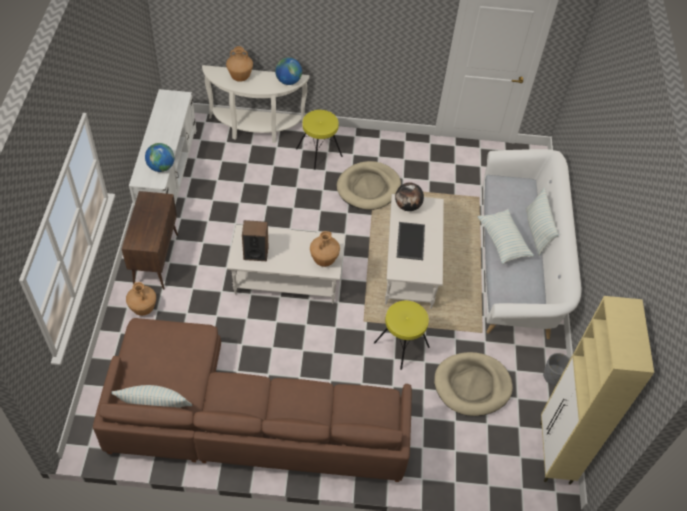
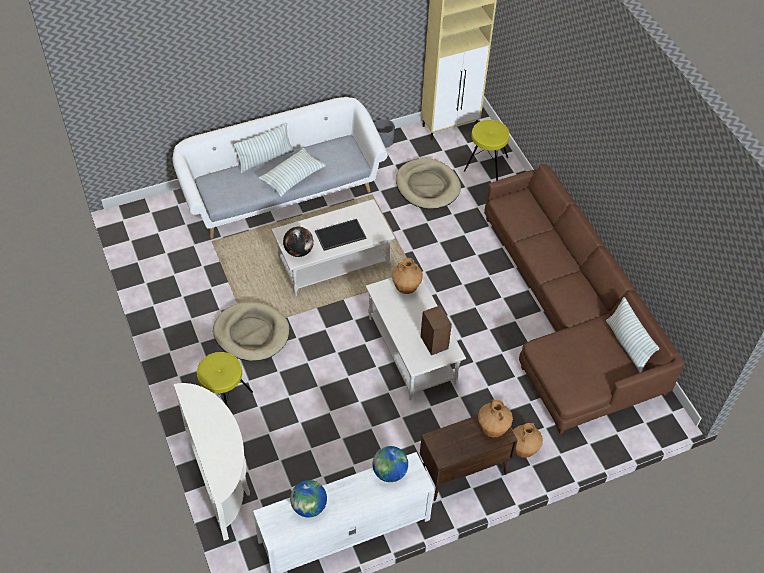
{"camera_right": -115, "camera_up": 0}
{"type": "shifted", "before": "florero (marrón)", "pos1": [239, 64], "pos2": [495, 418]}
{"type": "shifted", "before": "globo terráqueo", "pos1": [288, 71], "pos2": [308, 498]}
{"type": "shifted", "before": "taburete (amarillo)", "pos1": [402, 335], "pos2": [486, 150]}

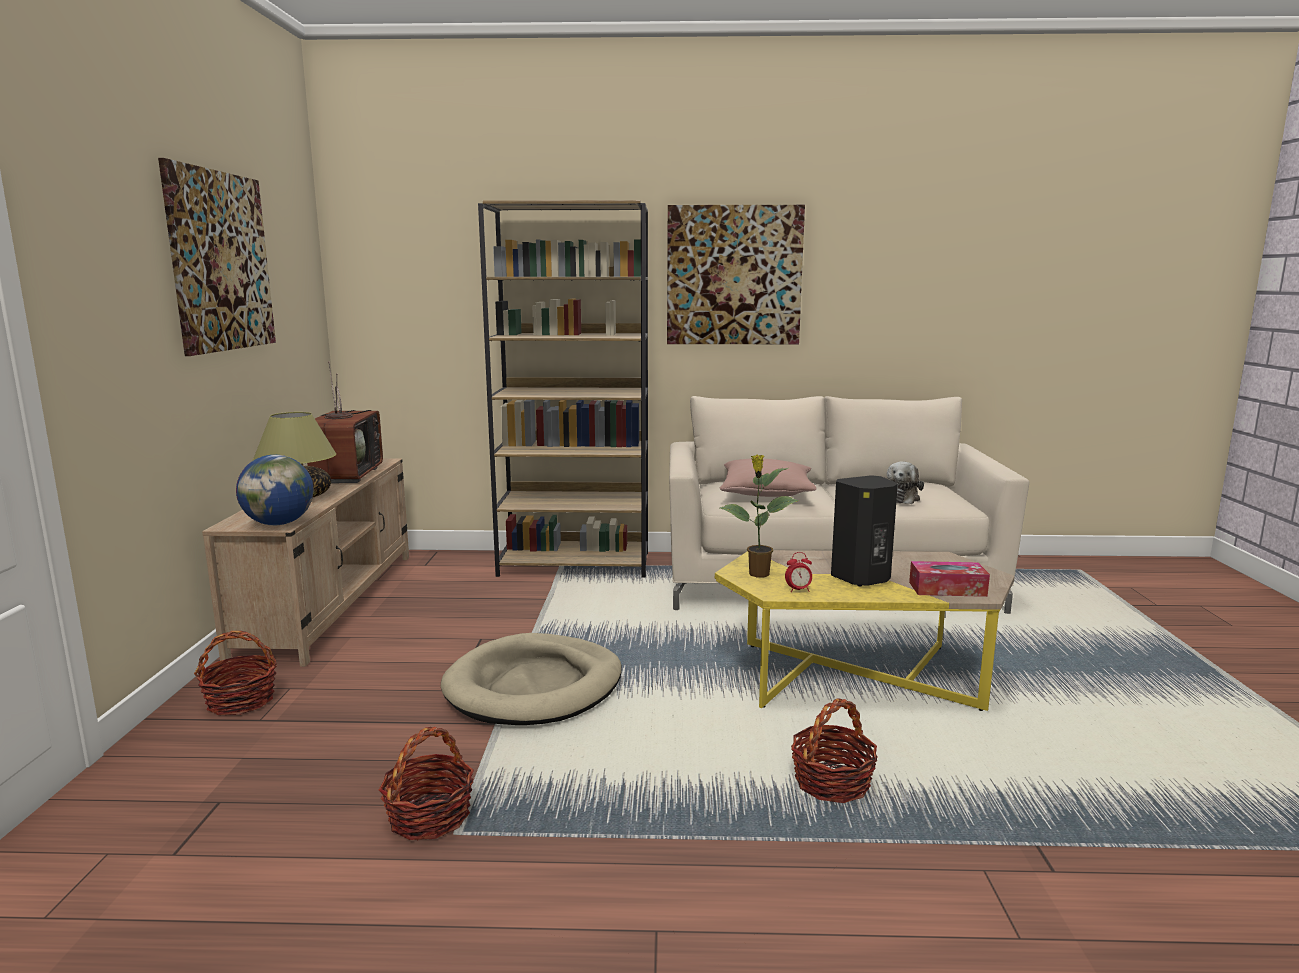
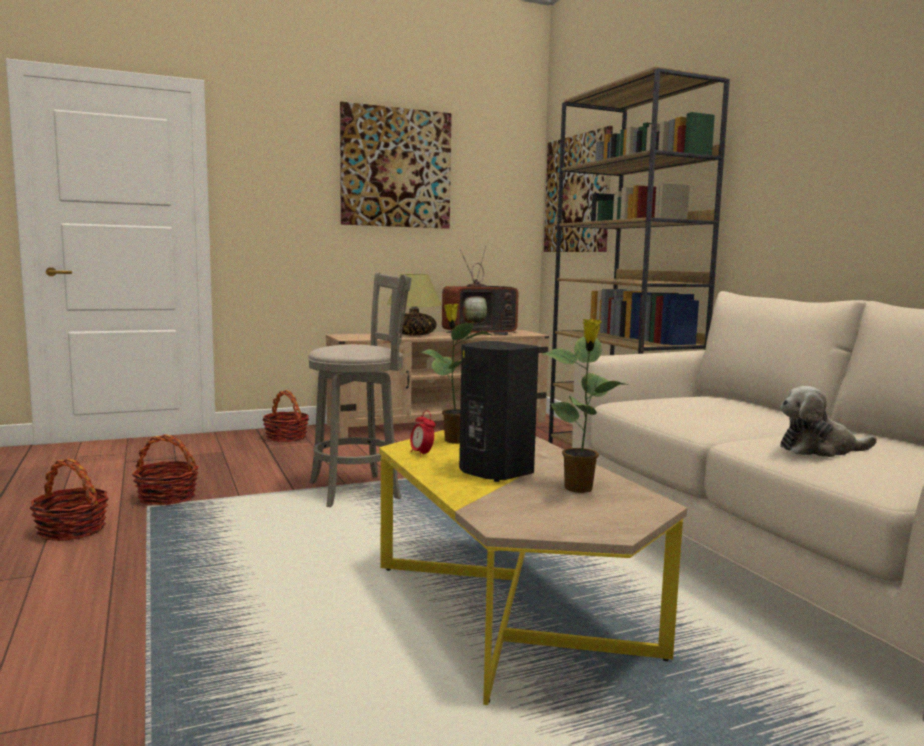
{"camera_right": 65, "camera_up": -5}
{"type": "shifted", "before": "cuadro", "pos1": [736, 274], "pos2": [578, 189]}
{"type": "gone", "before": "globo terráqueo", "pos1": [274, 490]}
{"type": "gone", "before": "cojín (rosa)", "pos1": [768, 477]}
{"type": "gone", "before": "caja de pañuelos", "pos1": [949, 579]}
{"type": "swapped", "before": "cama para perro (beis)", "after": "taburete (gris)", "pos1": [531, 679], "pos2": [360, 389]}
{"type": "shifted", "before": "cesta", "pos1": [834, 751], "pos2": [69, 499]}
{"type": "new", "after": "planta en maceta", "pos2": [586, 405]}

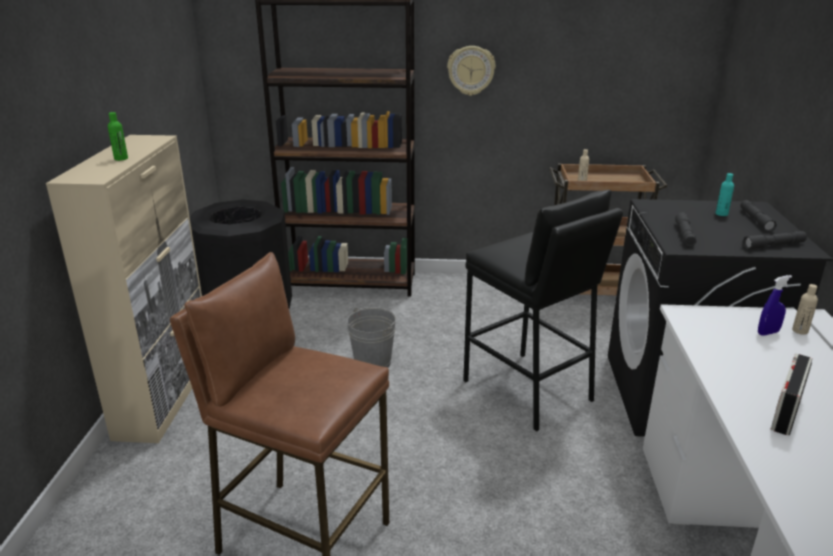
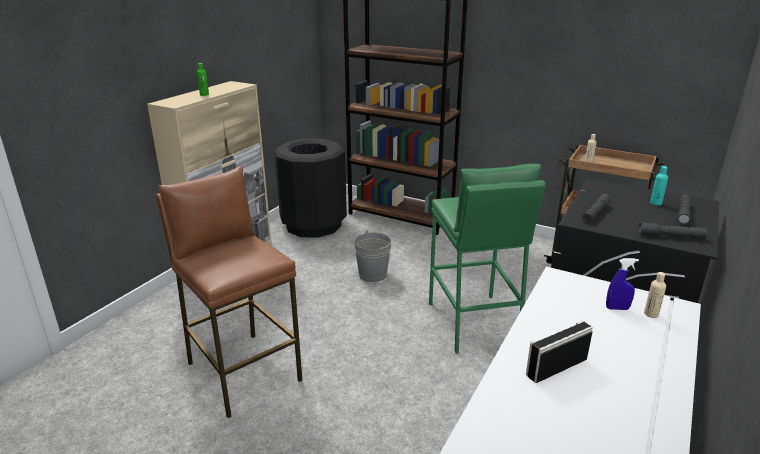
{"camera_right": 25, "camera_up": 0}
{"type": "gone", "before": "reloj de pared", "pos1": [471, 71]}
{"type": "repainted", "before": "taburete (negro)", "after": "taburete (verde)", "pos1": [543, 311], "pos2": [487, 259]}

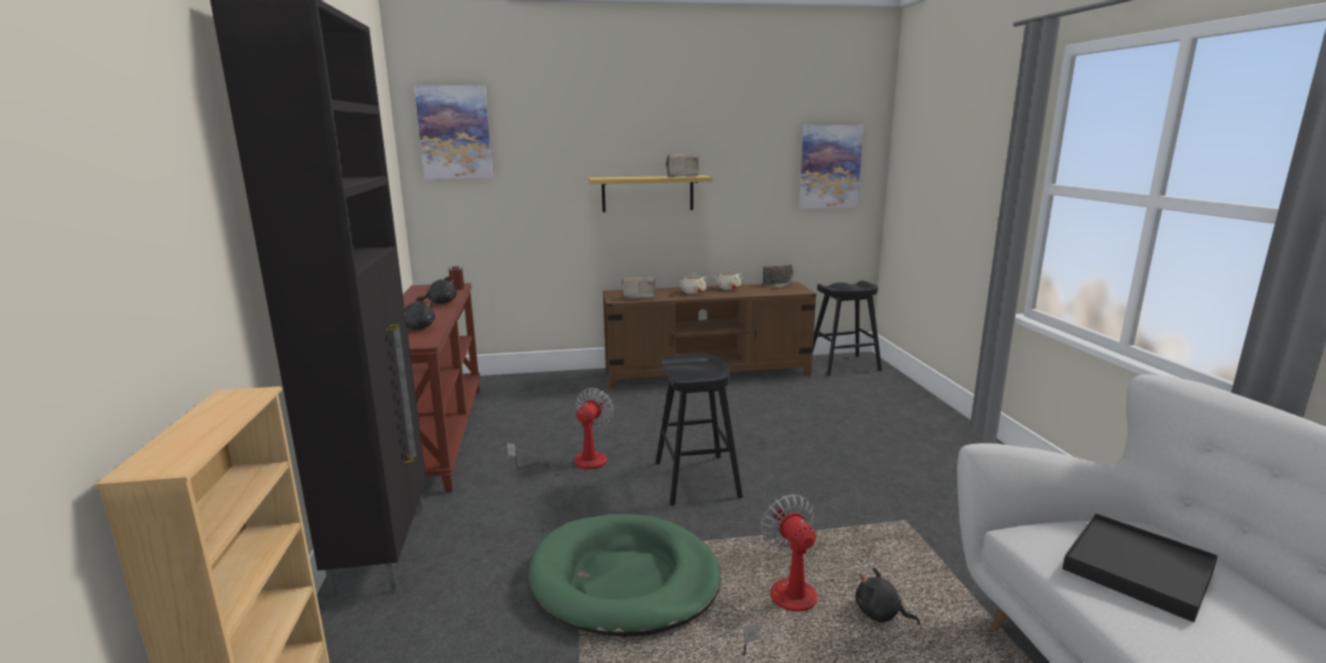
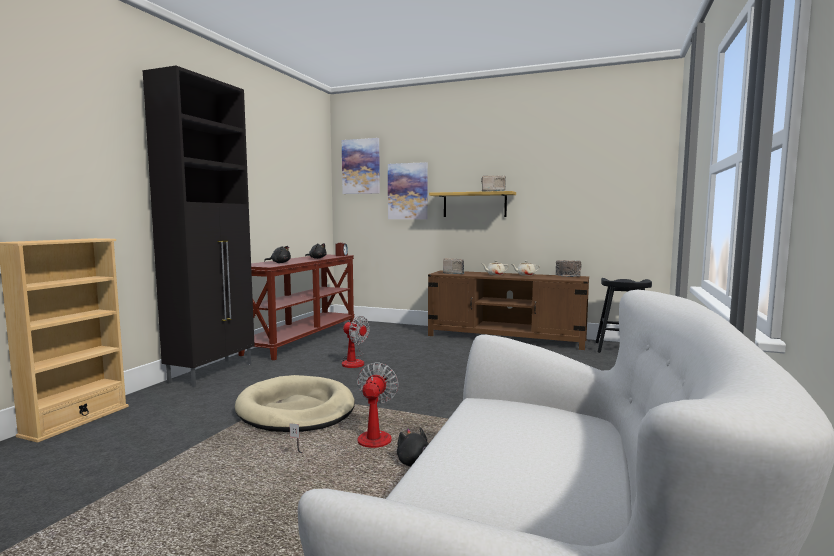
{"camera_right": 30, "camera_up": -10}
{"type": "shifted", "before": "cuadro", "pos1": [831, 167], "pos2": [408, 190]}
{"type": "gone", "before": "taburete (negro)", "pos1": [699, 429]}
{"type": "rotated", "before": "ventilador", "pos1": [560, 431], "pos2": [355, 342], "turn": 75}
{"type": "gone", "before": "bandeja (negro)", "pos1": [1140, 567]}
{"type": "repainted", "before": "cama para perro (verde)", "after": "cama para perro (beis)", "pos1": [625, 575], "pos2": [295, 403]}

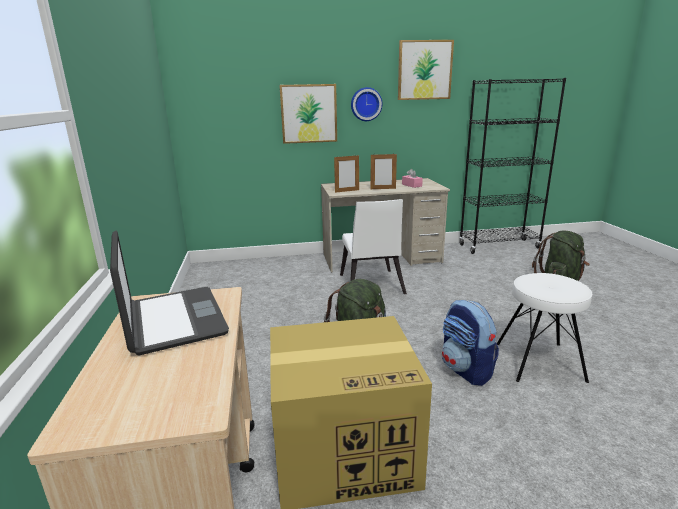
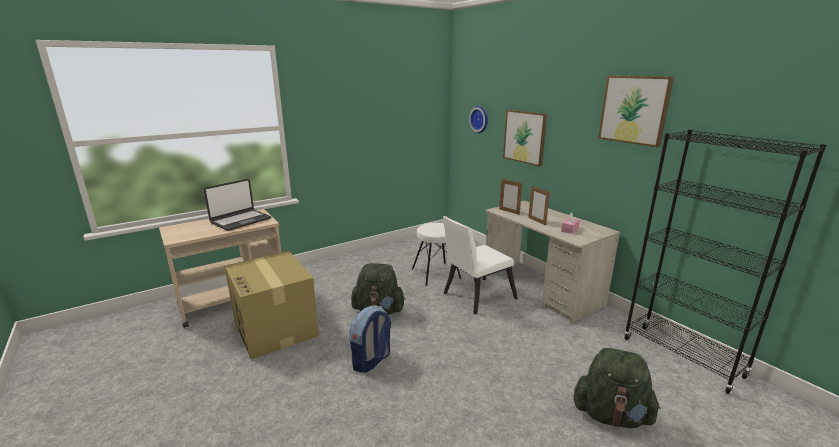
{"camera_right": 65, "camera_up": 0}
{"type": "shifted", "before": "reloj de pared", "pos1": [366, 104], "pos2": [478, 119]}
{"type": "shifted", "before": "taburete (blanco)", "pos1": [545, 328], "pos2": [437, 254]}

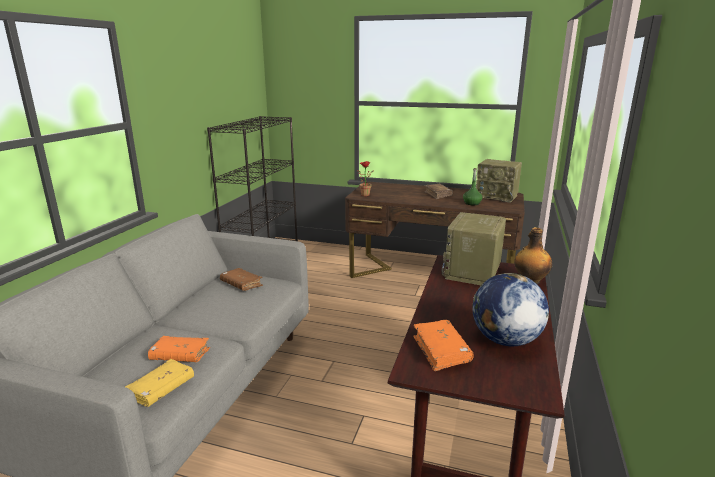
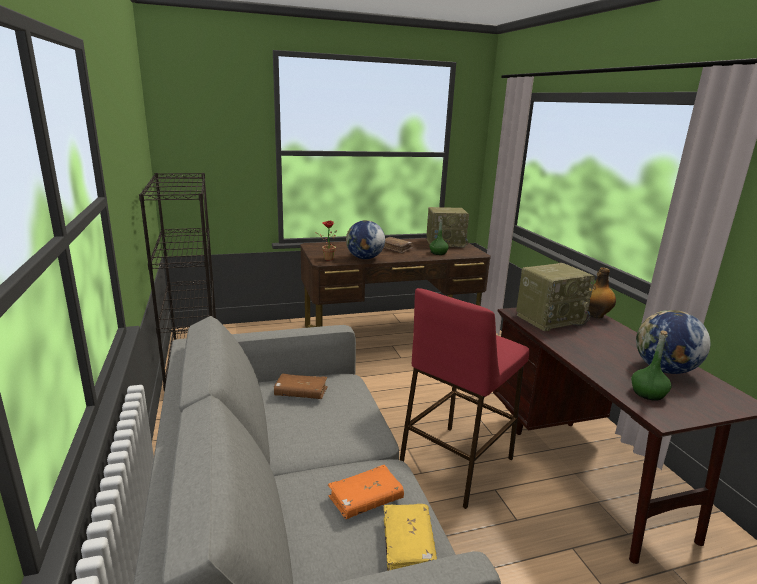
{"camera_right": -35, "camera_up": 0}
{"type": "rotated", "before": "radio", "pos1": [473, 248], "pos2": [555, 297], "turn": -105}
{"type": "swapped", "before": "libro (naranja)", "after": "botella (verde)", "pos1": [443, 345], "pos2": [651, 366]}
{"type": "new", "after": "globo terráqueo", "pos2": [365, 239]}
{"type": "new", "after": "taburete (rojo)", "pos2": [465, 398]}

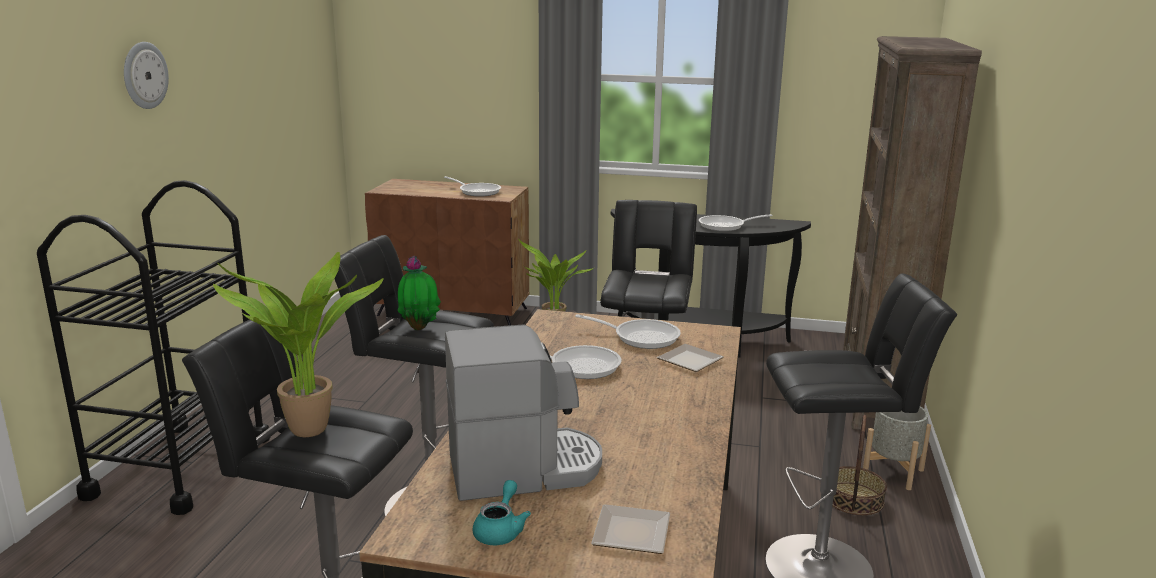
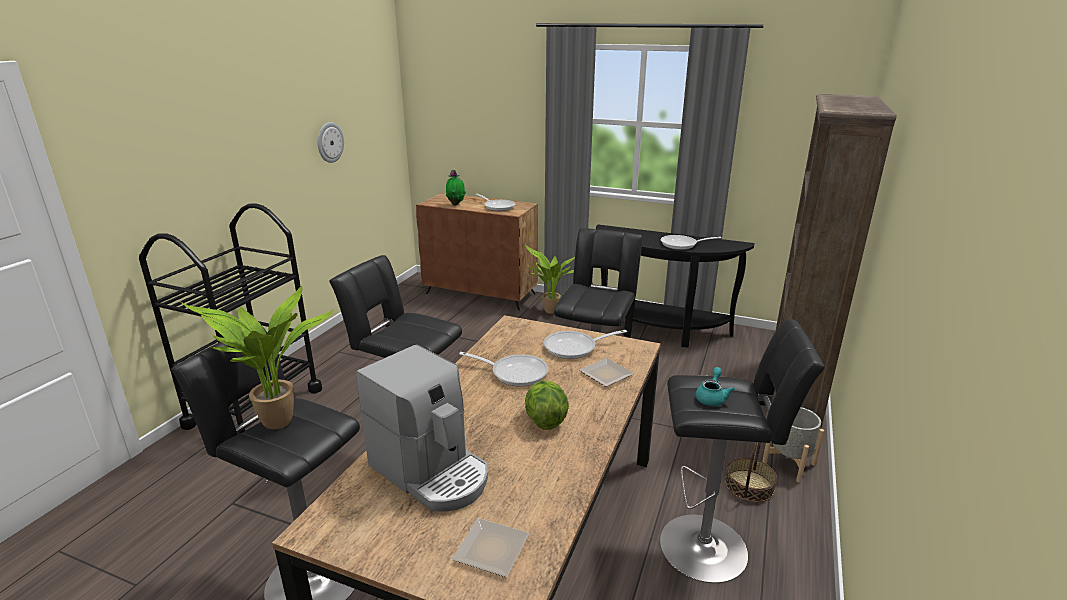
{"camera_right": 10, "camera_up": 5}
{"type": "shifted", "before": "reloj de pared", "pos1": [146, 75], "pos2": [331, 142]}
{"type": "shifted", "before": "planta en maceta", "pos1": [419, 293], "pos2": [456, 188]}
{"type": "rotated", "before": "sartén", "pos1": [628, 331], "pos2": [585, 344], "turn": 135}
{"type": "rotated", "before": "cafetera", "pos1": [523, 412], "pos2": [422, 428], "turn": 45}
{"type": "shifted", "before": "tetera (turquesa)", "pos1": [502, 512], "pos2": [715, 386]}
{"type": "new", "after": "lechuga", "pos2": [547, 405]}

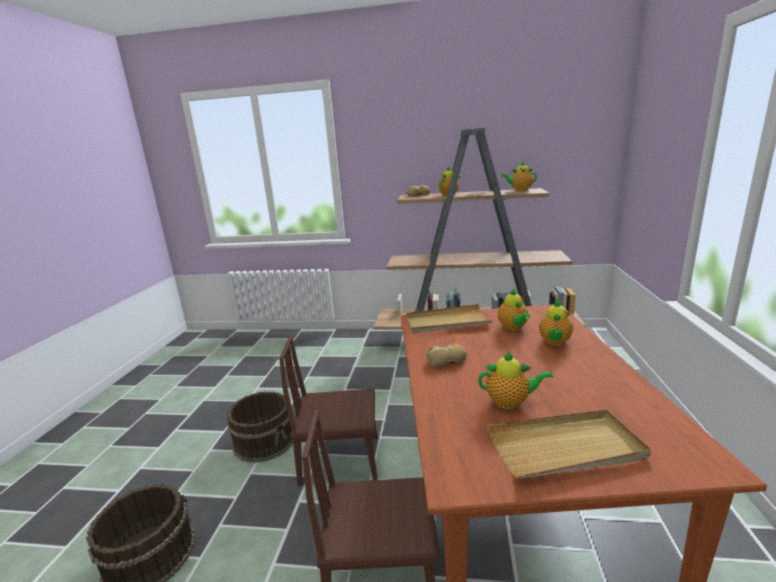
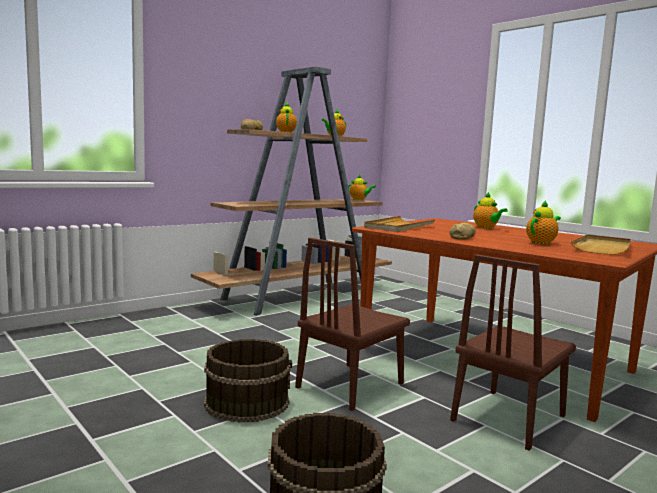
{"camera_right": -50, "camera_up": -10}
{"type": "shifted", "before": "tetera", "pos1": [514, 310], "pos2": [362, 187]}

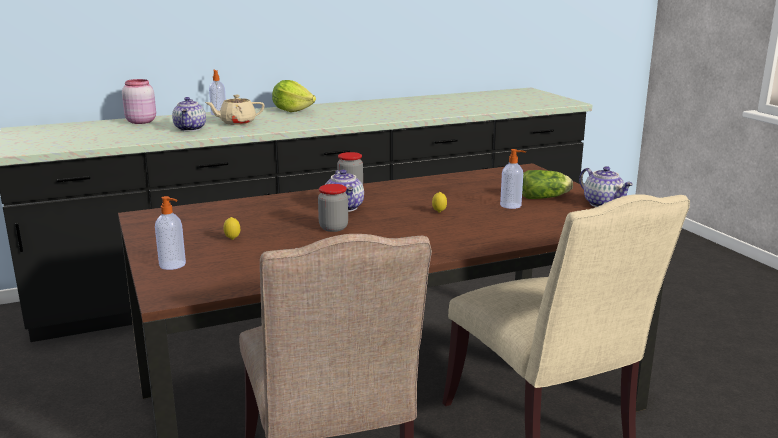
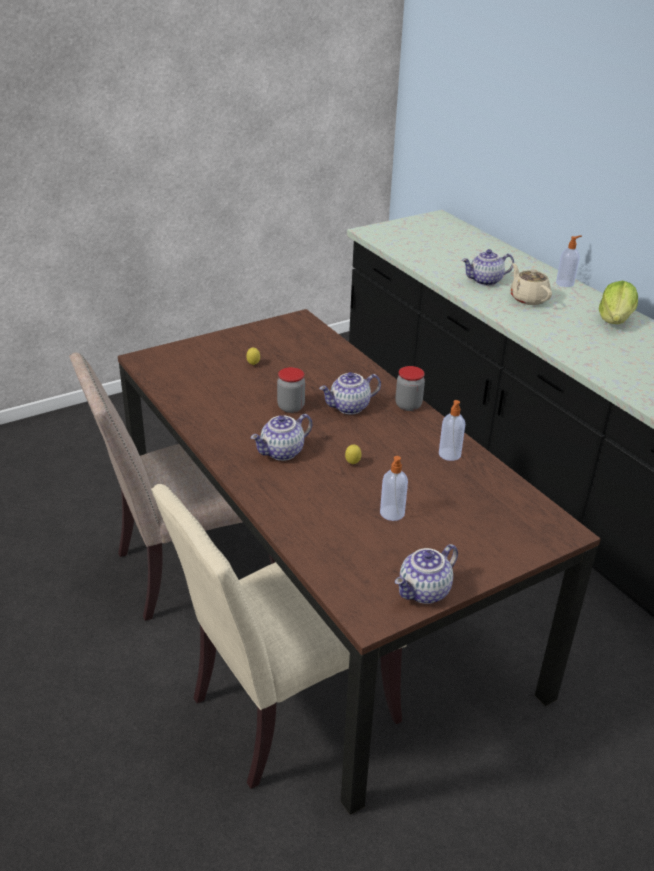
{"camera_right": 80, "camera_up": 15}
{"type": "gone", "before": "tarro (rosa)", "pos1": [139, 101]}
{"type": "gone", "before": "lechuga", "pos1": [547, 184]}
{"type": "shifted", "before": "dispensador de jabón", "pos1": [170, 233], "pos2": [452, 430]}
{"type": "new", "after": "tetera", "pos2": [281, 437]}

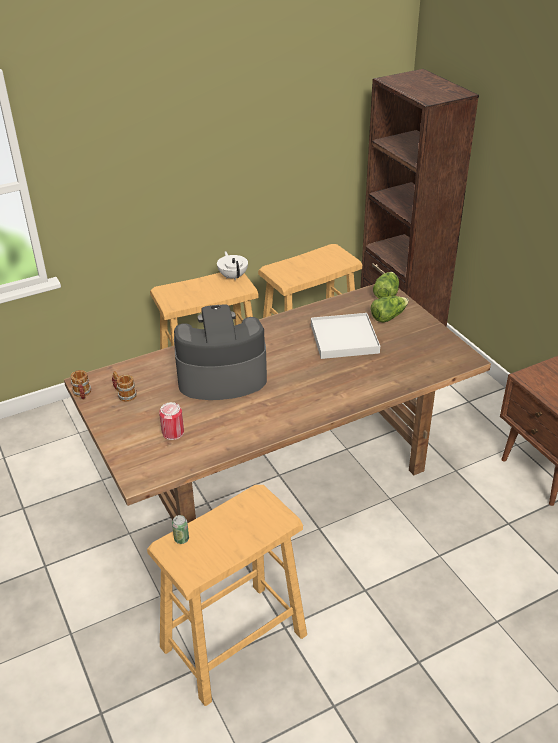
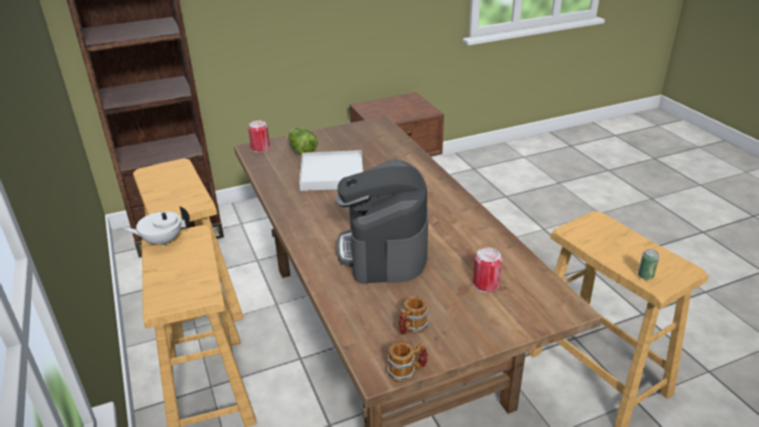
{"camera_right": -85, "camera_up": -5}
{"type": "swapped", "before": "lechuga", "after": "lata", "pos1": [386, 285], "pos2": [259, 137]}

